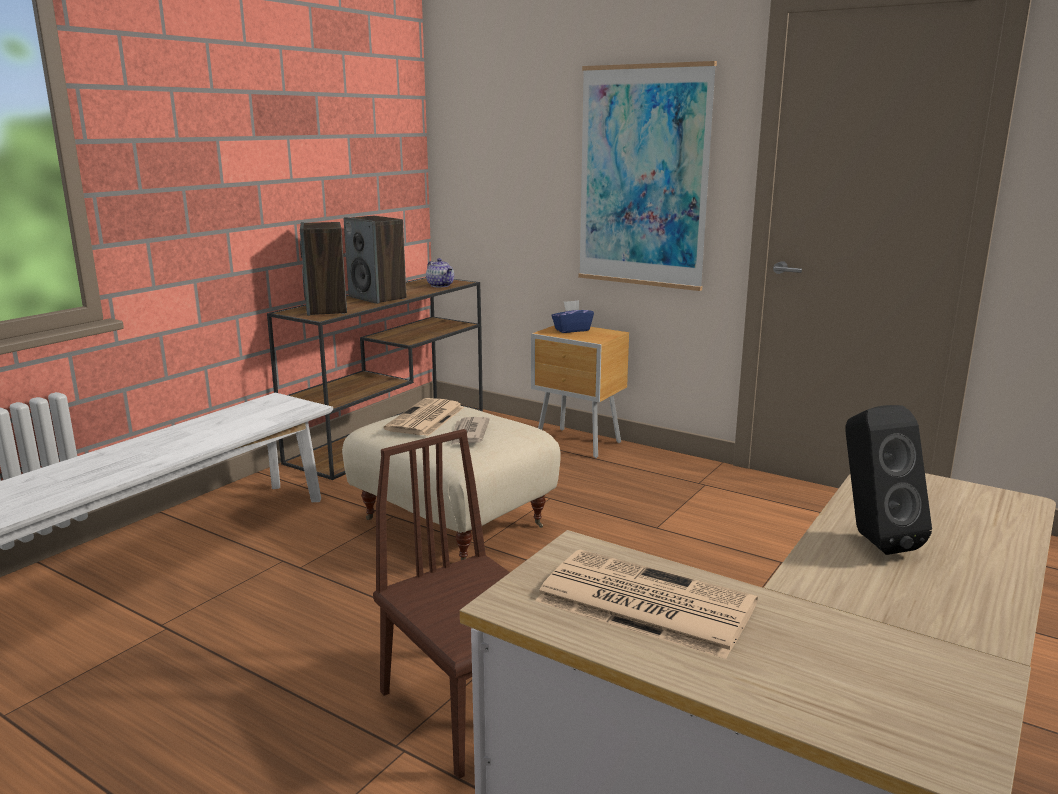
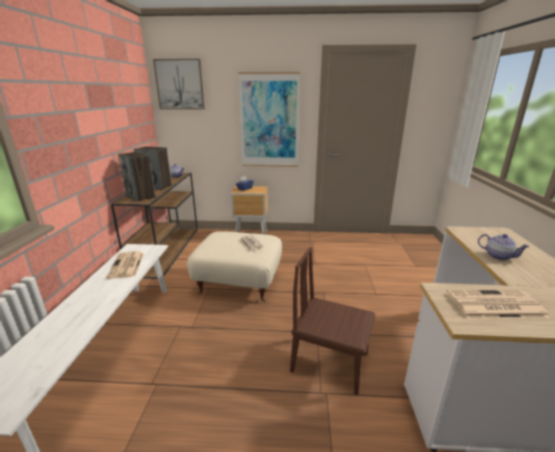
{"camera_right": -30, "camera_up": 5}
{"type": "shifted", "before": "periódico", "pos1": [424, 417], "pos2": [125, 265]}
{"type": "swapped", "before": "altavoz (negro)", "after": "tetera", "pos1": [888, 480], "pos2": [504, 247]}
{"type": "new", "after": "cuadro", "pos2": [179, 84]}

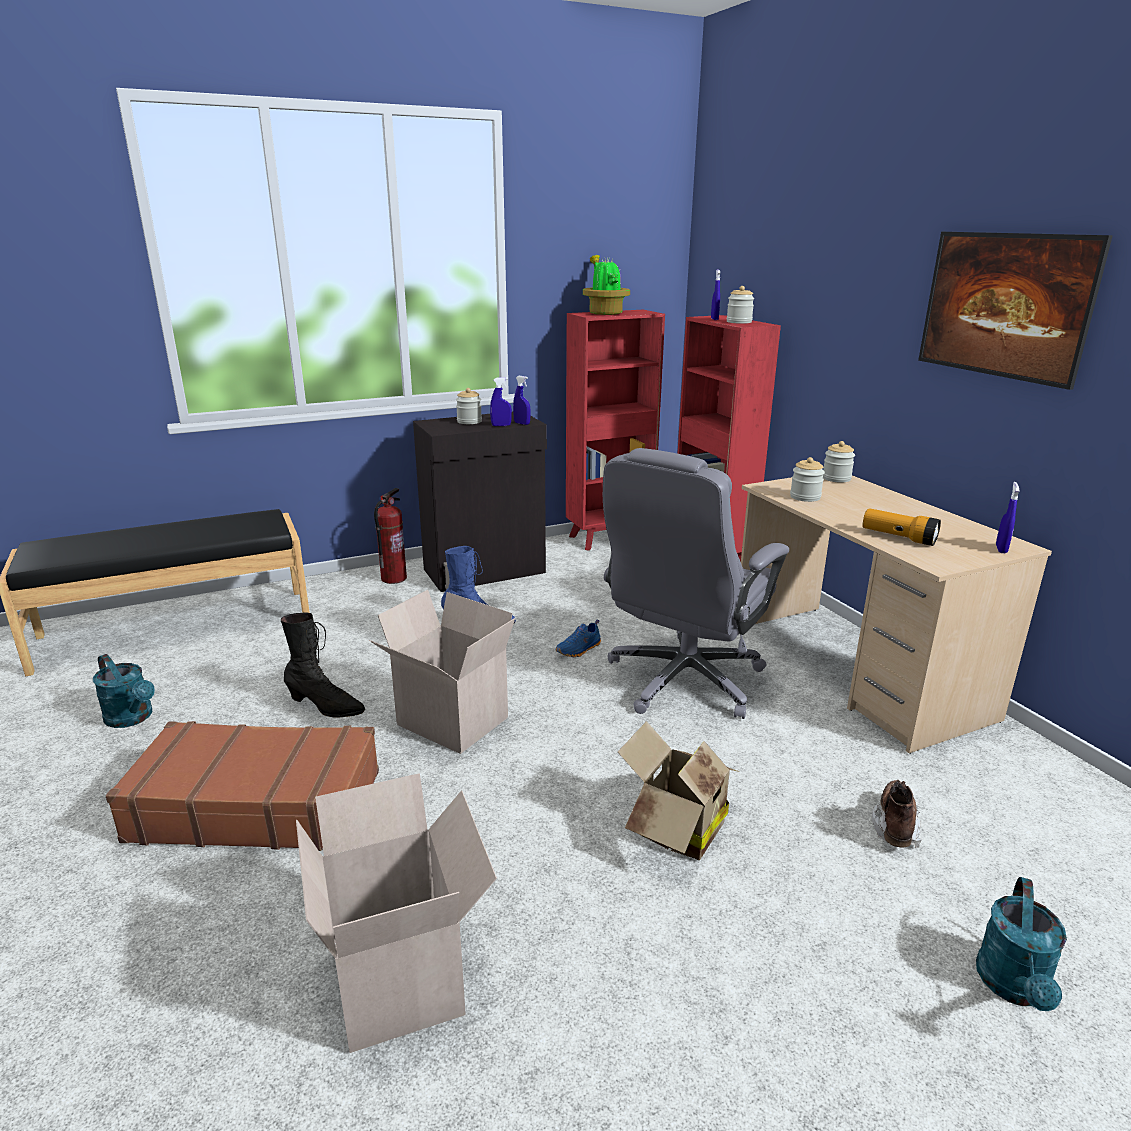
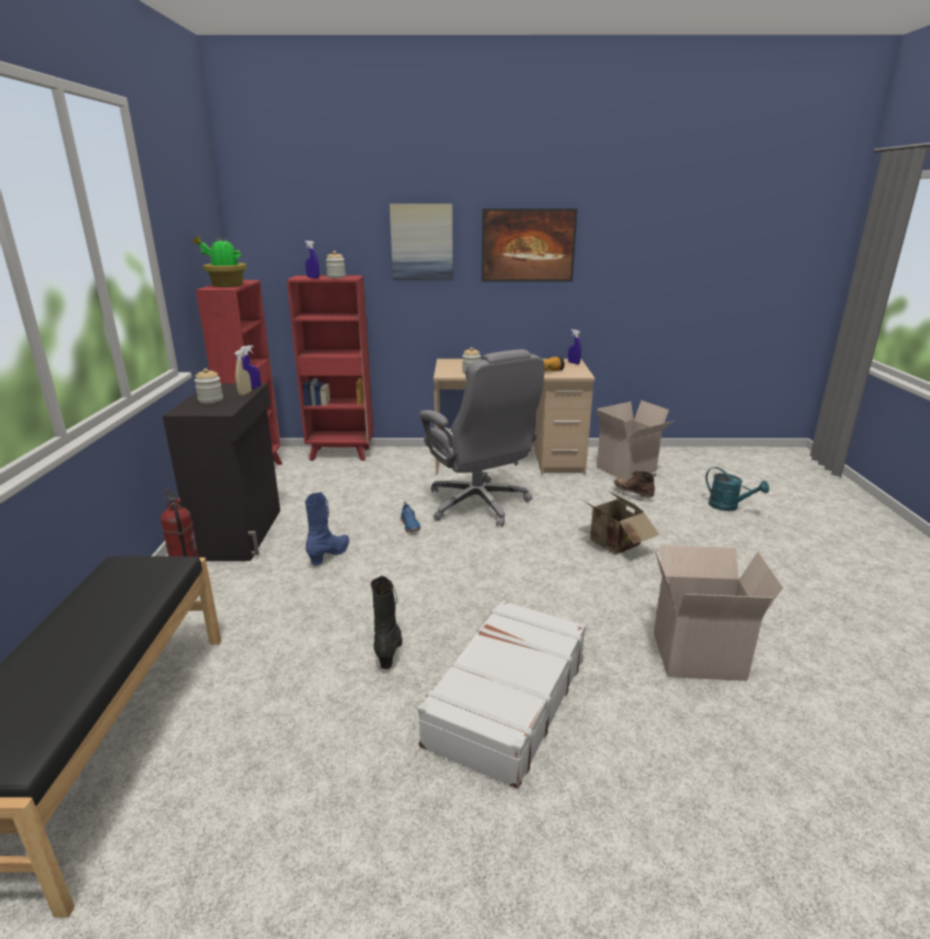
{"camera_right": -65, "camera_up": 0}
{"type": "repainted", "before": "pulverizador (azul)", "after": "pulverizador (beis)", "pos1": [501, 401], "pos2": [243, 372]}
{"type": "gone", "before": "tarro", "pos1": [839, 462]}
{"type": "shifted", "before": "caja de cartón", "pos1": [442, 672], "pos2": [635, 440]}
{"type": "rotated", "before": "bota (negro)", "pos1": [323, 665], "pos2": [386, 622], "turn": -45}
{"type": "gone", "before": "regadera (turquesa)", "pos1": [124, 691]}
{"type": "repainted", "before": "maleta (marrón)", "after": "maleta (blanco)", "pos1": [242, 786], "pos2": [502, 694]}
{"type": "new", "after": "cuadro", "pos2": [421, 242]}

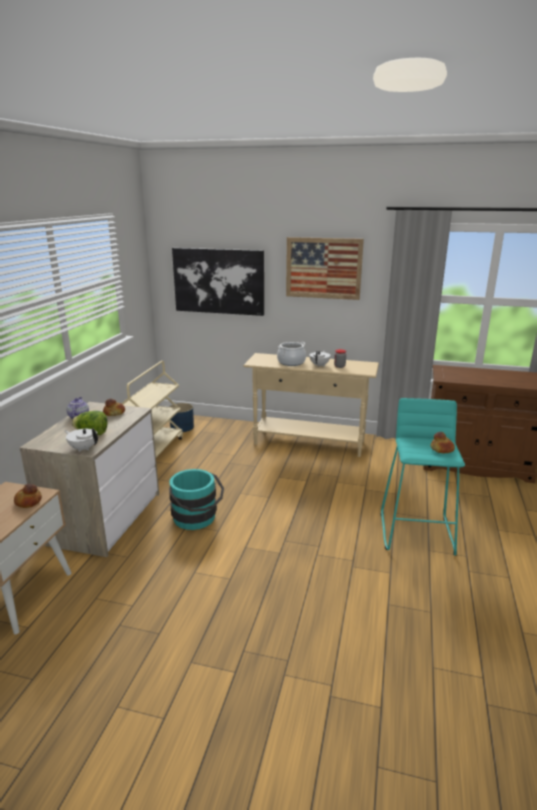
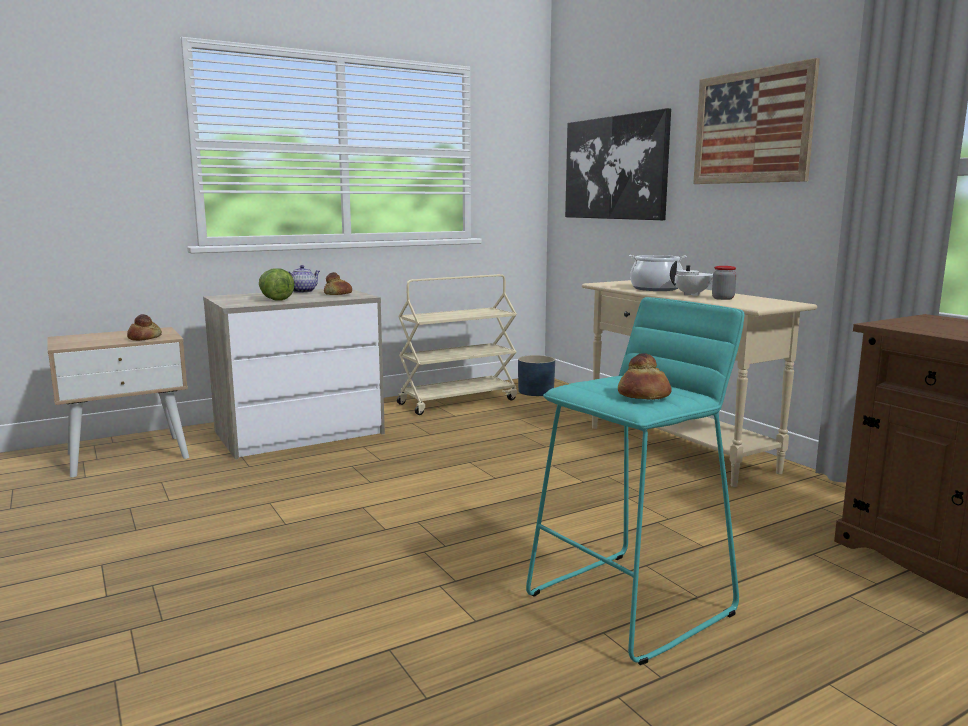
{"camera_right": 45, "camera_up": -10}
{"type": "gone", "before": "tetera (blanco)", "pos1": [81, 440]}
{"type": "gone", "before": "cubo (turquesa)", "pos1": [196, 499]}

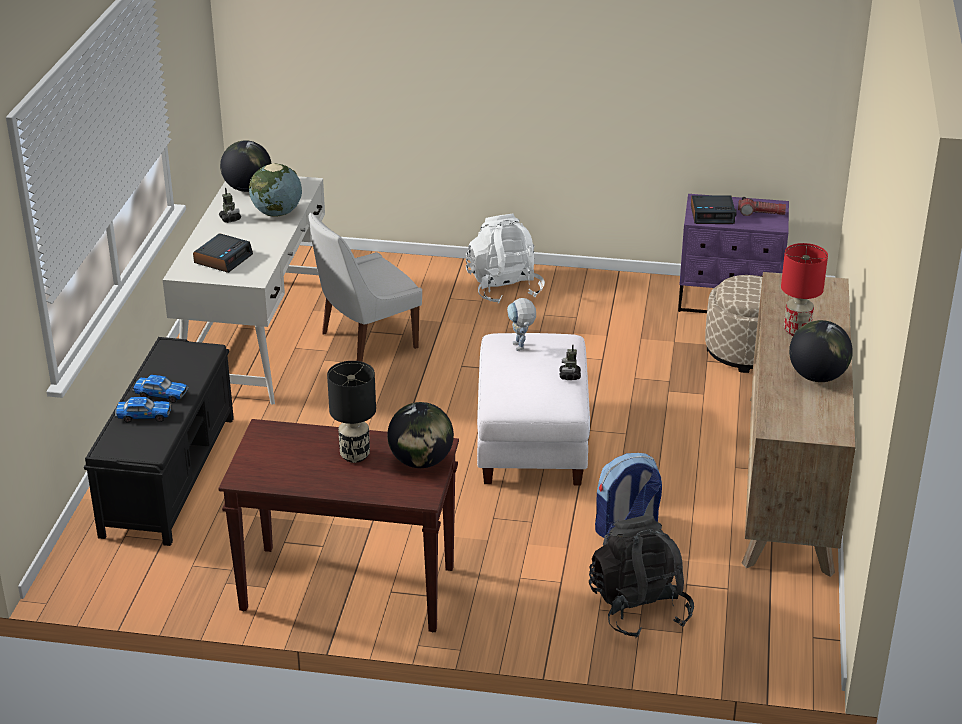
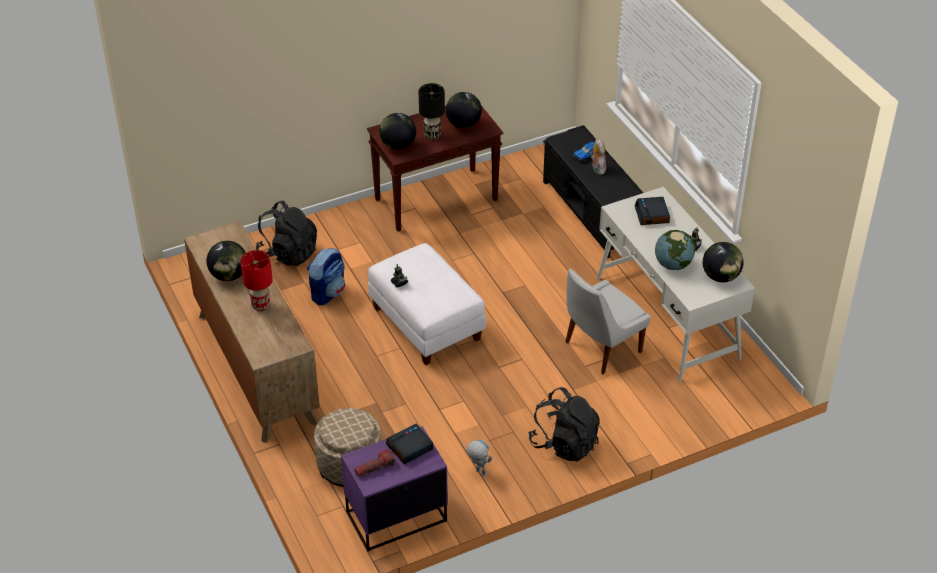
{"camera_right": 145, "camera_up": 10}
{"type": "rotated", "before": "silla (blanco)", "pos1": [365, 287], "pos2": [608, 321], "turn": -150}
{"type": "repainted", "before": "mochila (blanco)", "after": "mochila (negro)", "pos1": [505, 258], "pos2": [564, 424]}
{"type": "shifted", "before": "robot de juguete", "pos1": [521, 324], "pos2": [479, 457]}
{"type": "swapped", "before": "coche de juguete", "after": "peluche", "pos1": [160, 389], "pos2": [598, 156]}
{"type": "new", "after": "globo terráqueo", "pos2": [464, 110]}

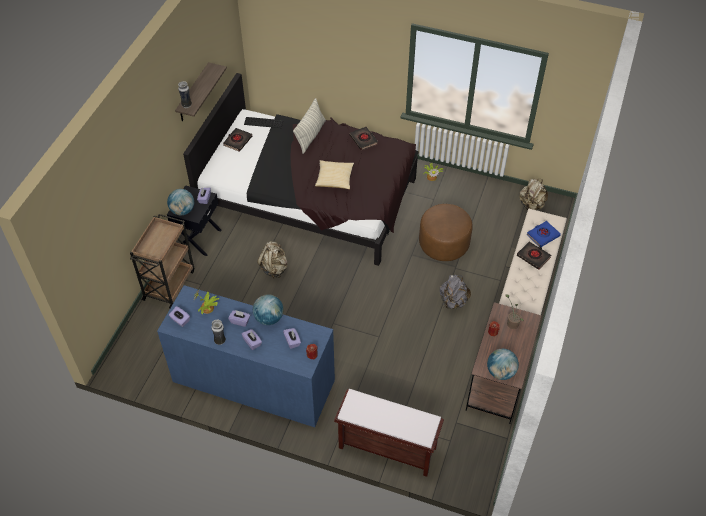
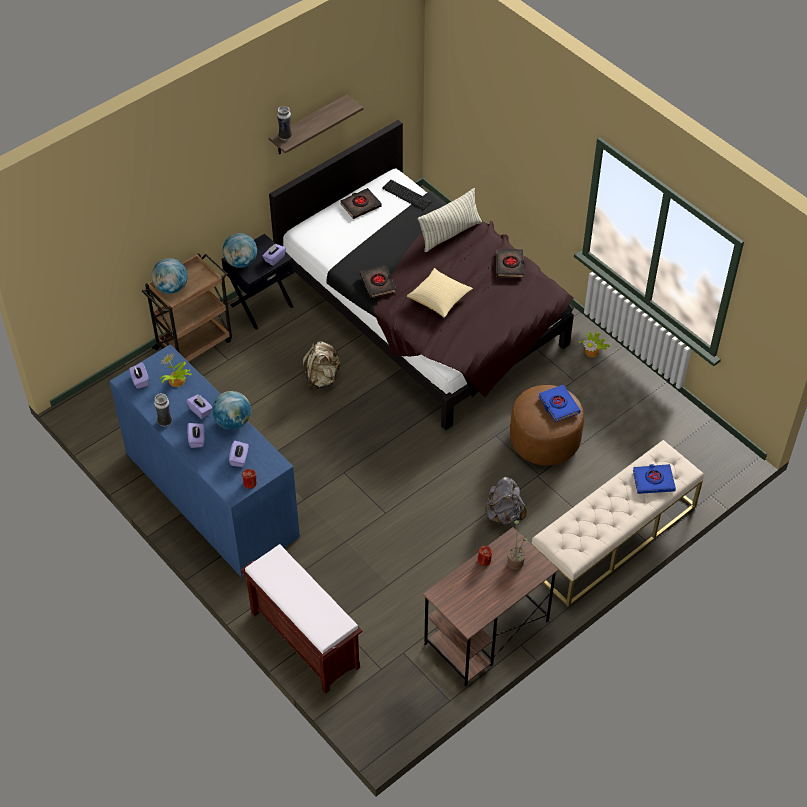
{"camera_right": 30, "camera_up": 0}
{"type": "gone", "before": "mochila (beis)", "pos1": [533, 194]}
{"type": "shifted", "before": "libro (negro)", "pos1": [534, 256], "pos2": [378, 281]}
{"type": "shifted", "before": "globo terráqueo", "pos1": [503, 364], "pos2": [170, 276]}
{"type": "new", "after": "libro (azul)", "pos2": [559, 403]}

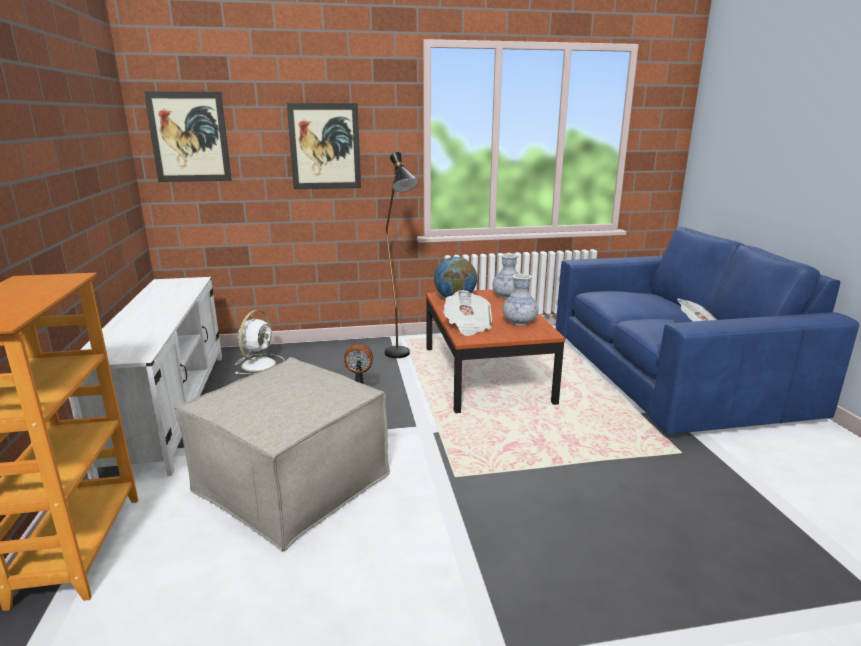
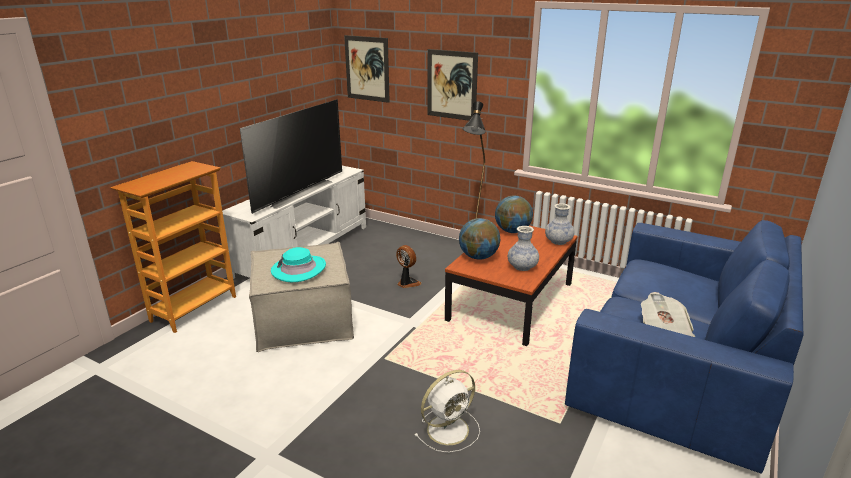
{"camera_right": 40, "camera_up": 5}
{"type": "swapped", "before": "periódico", "after": "globo terráqueo", "pos1": [467, 313], "pos2": [479, 239]}
{"type": "shifted", "before": "ventilador (blanco)", "pos1": [259, 342], "pos2": [447, 411]}
{"type": "new", "after": "televisor", "pos2": [291, 156]}
{"type": "new", "after": "sombrero (turquesa)", "pos2": [298, 264]}

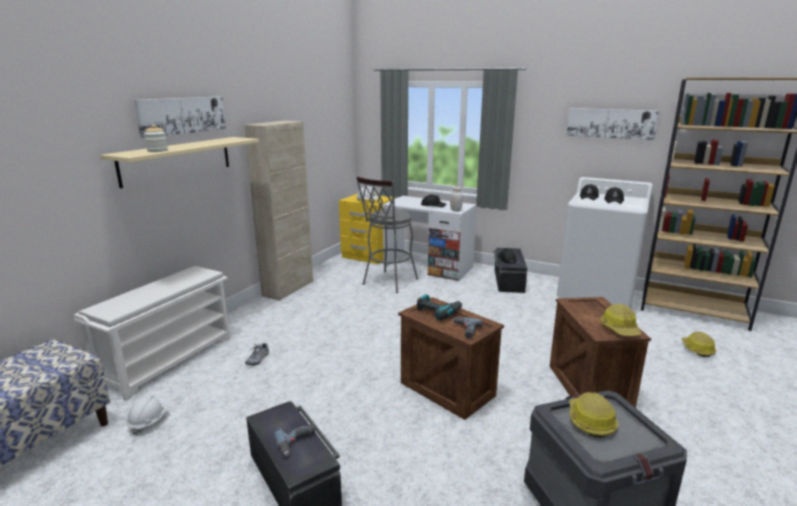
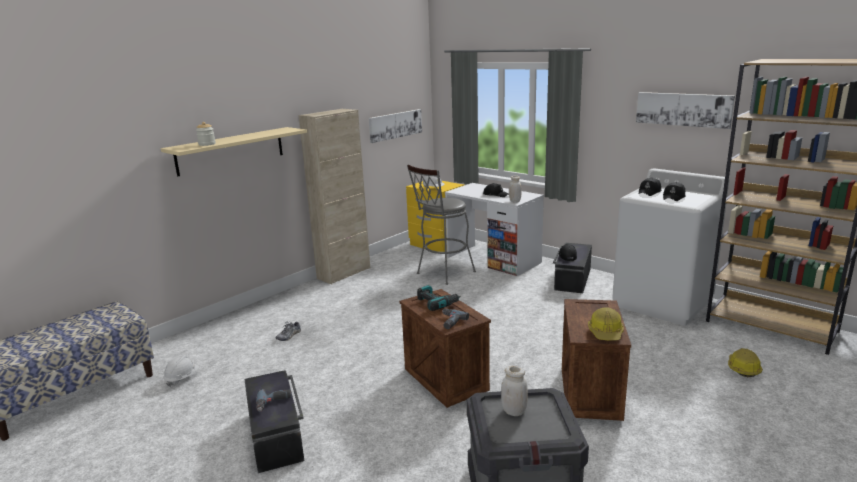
{"camera_right": 15, "camera_up": 0}
{"type": "shifted", "before": "cuadro", "pos1": [180, 117], "pos2": [395, 126]}
{"type": "gone", "before": "zapatero (blanco)", "pos1": [152, 333]}
{"type": "swapped", "before": "casco", "after": "tarro (blanco)", "pos1": [593, 415], "pos2": [514, 391]}

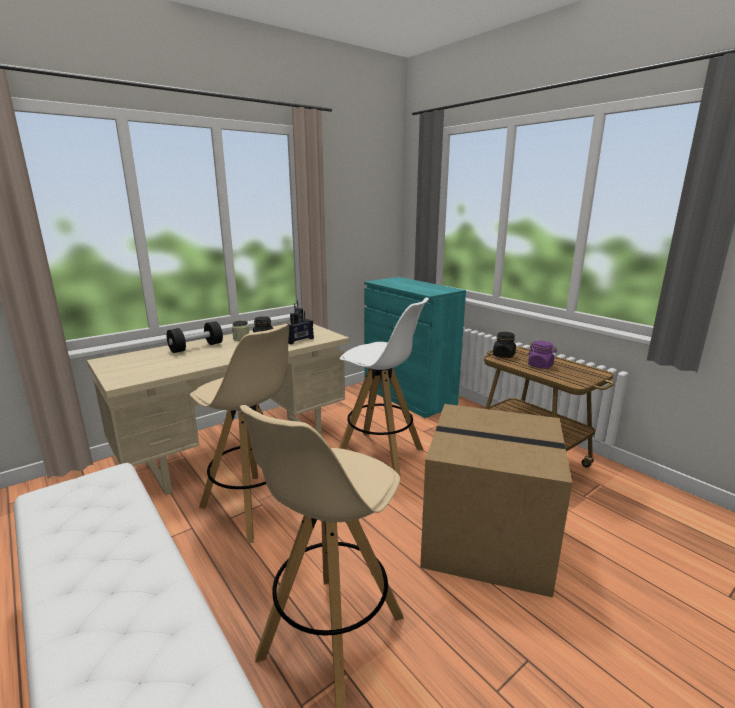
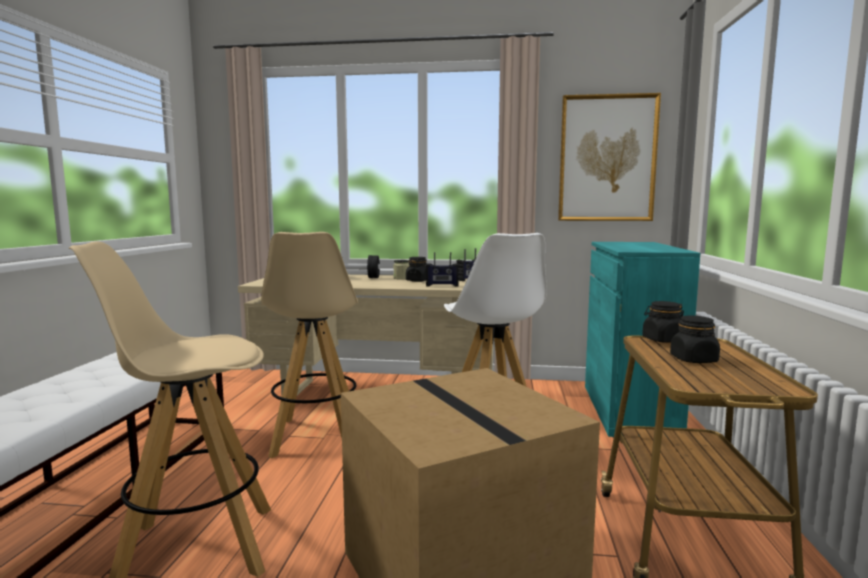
{"camera_right": 45, "camera_up": -10}
{"type": "repainted", "before": "tarro (morado)", "after": "tarro (negro)", "pos1": [542, 355], "pos2": [695, 339]}
{"type": "new", "after": "cuadro", "pos2": [609, 157]}

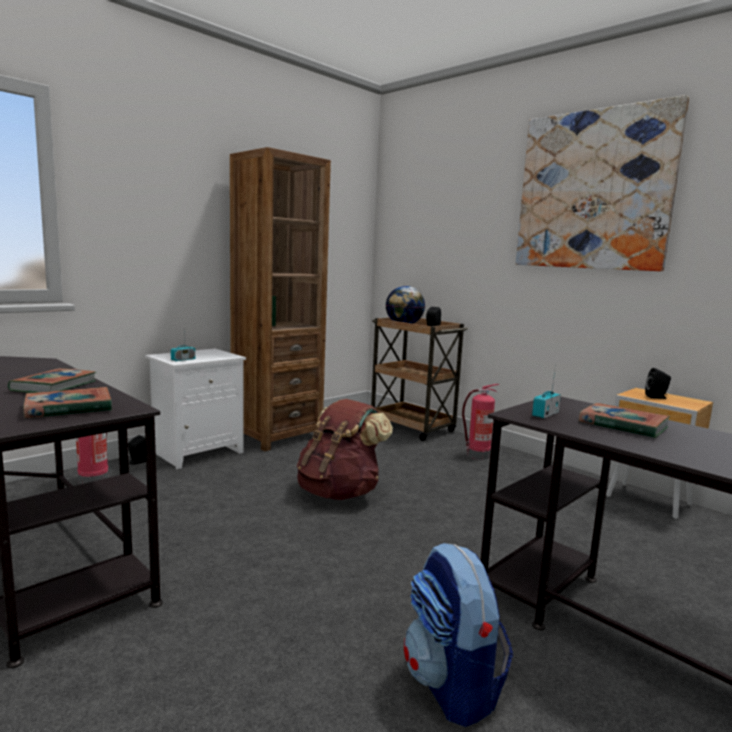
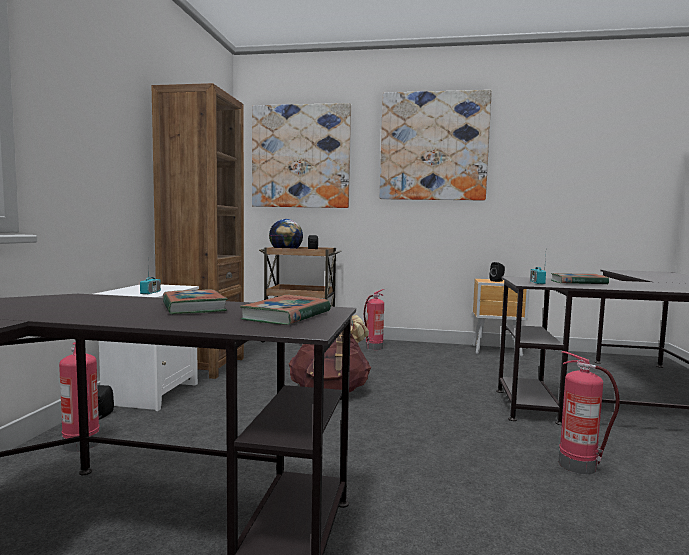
{"camera_right": -35, "camera_up": -5}
{"type": "swapped", "before": "mochila", "after": "extintor", "pos1": [458, 635], "pos2": [589, 412]}
{"type": "new", "after": "cuadro", "pos2": [301, 155]}

